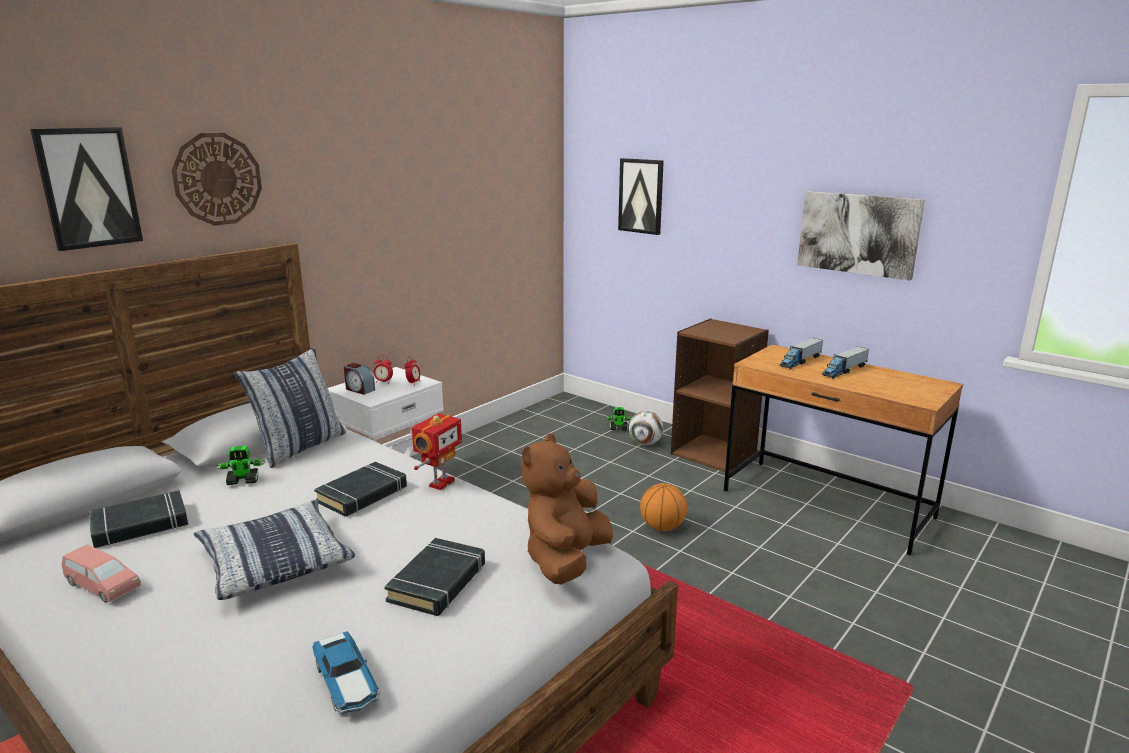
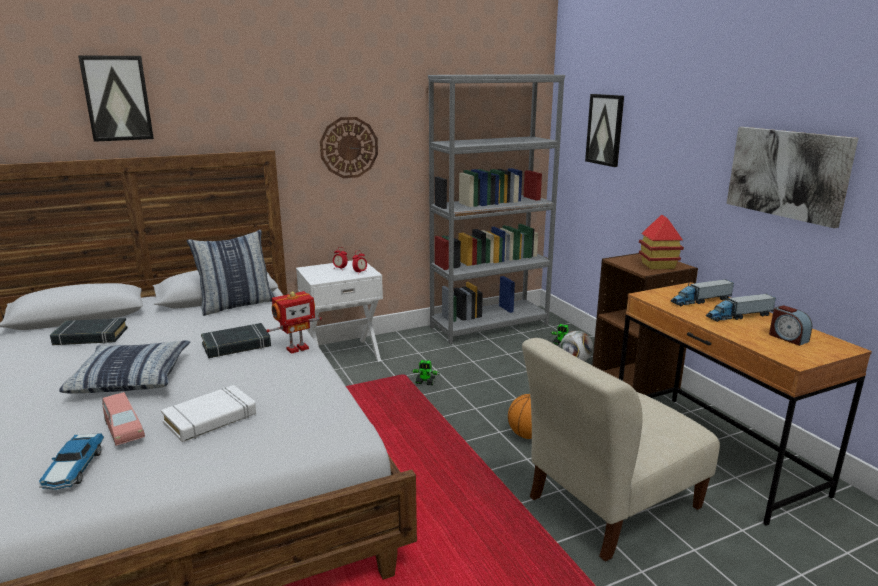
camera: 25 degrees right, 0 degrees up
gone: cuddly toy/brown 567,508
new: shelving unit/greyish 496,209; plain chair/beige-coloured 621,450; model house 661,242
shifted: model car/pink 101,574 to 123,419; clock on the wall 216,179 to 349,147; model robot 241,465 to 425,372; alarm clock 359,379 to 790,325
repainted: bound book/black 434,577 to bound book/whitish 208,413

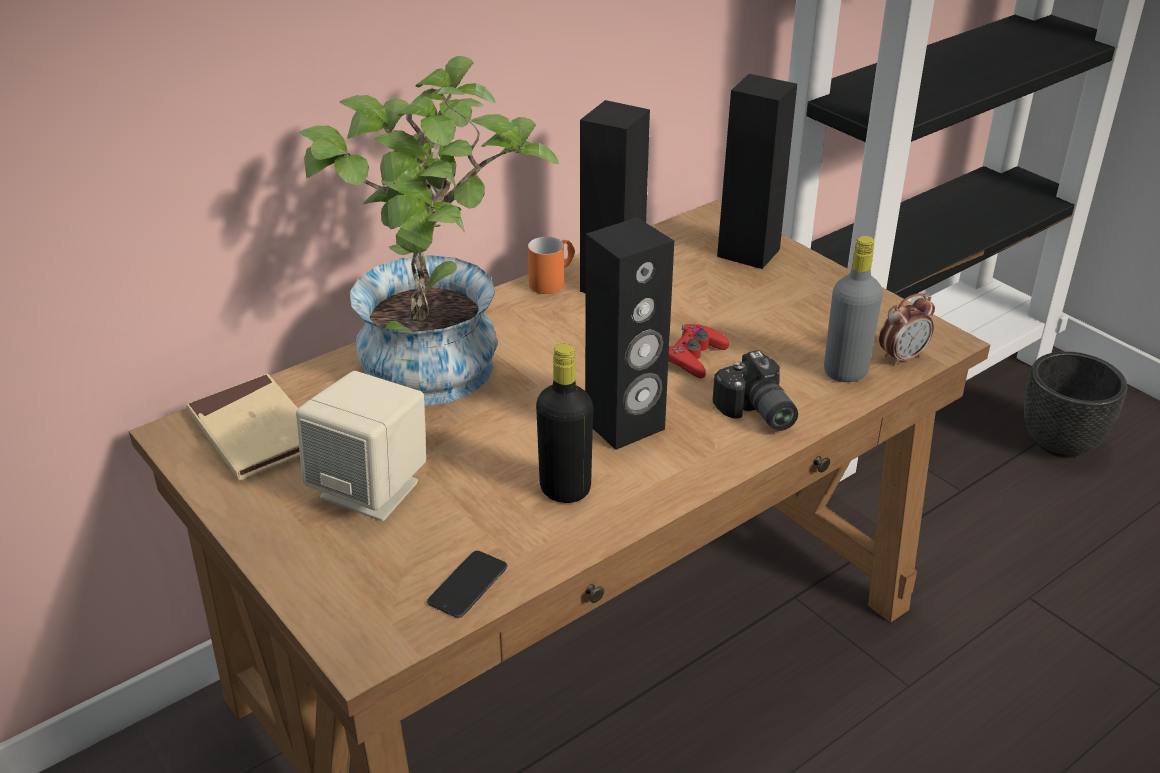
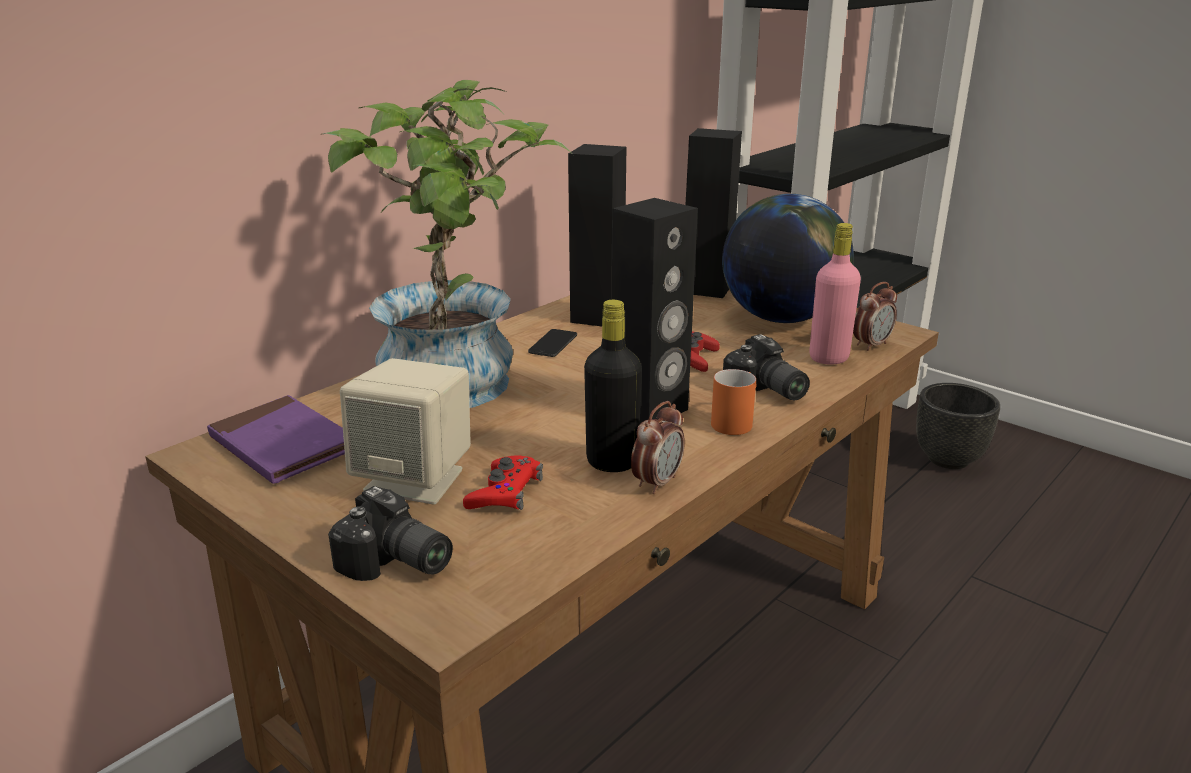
camera: 10 degrees left, 10 degrees down
new: still camera 390,533; game controller/red 503,482; alarm clock 658,447; world globe 788,258
shifted: handset 467,584 to 552,343; coffee mug/orange-coloured 551,265 to 734,402
repainted: bound book/beige-coloured 243,426 to bound book/purple 276,439; beverage bottle/greyish 853,309 to beverage bottle/pink 835,294

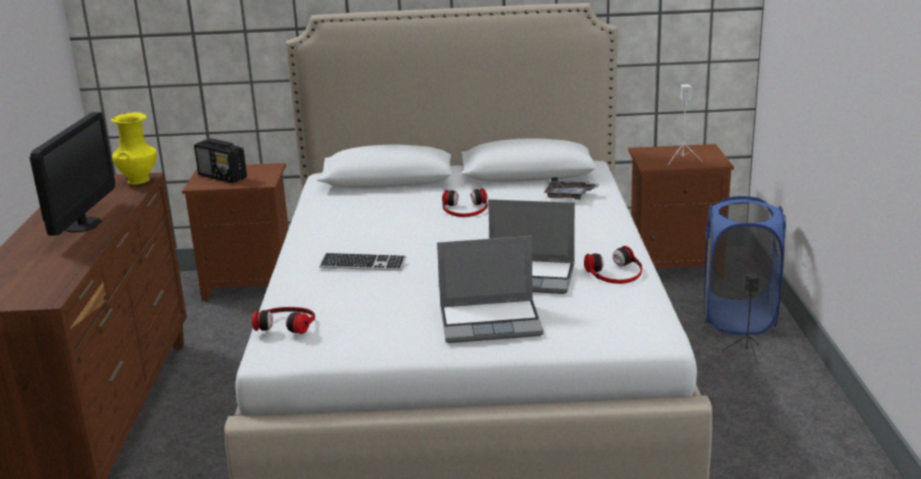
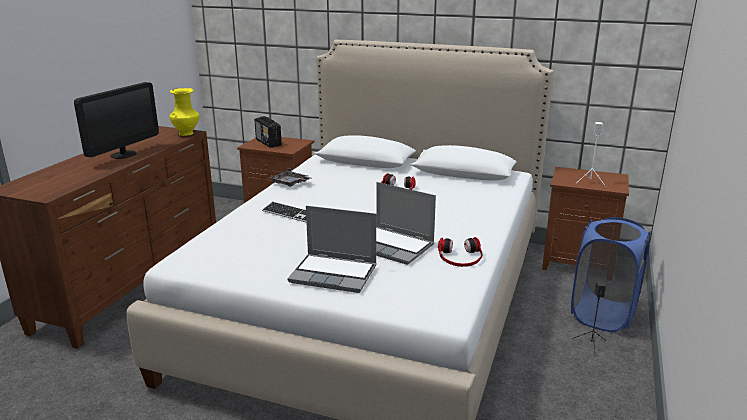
camera: 20 degrees right, 0 degrees up
gone: headset 283,320
shifted: carrying tray/greyish 571,188 to 290,177

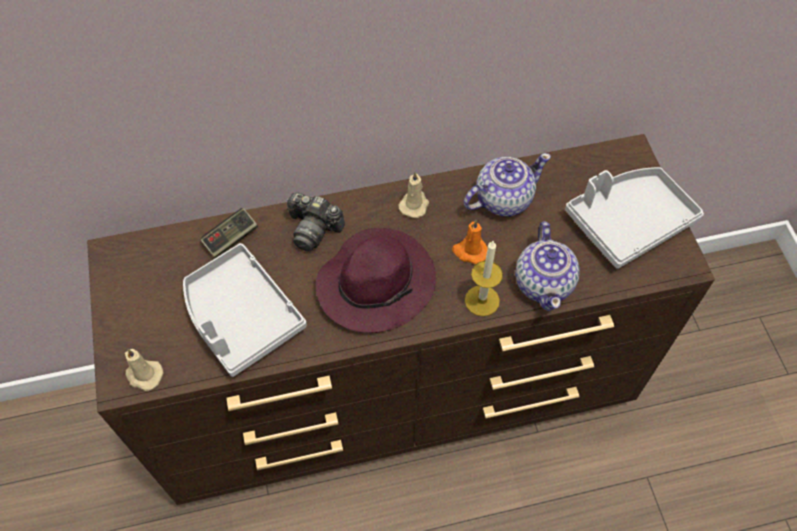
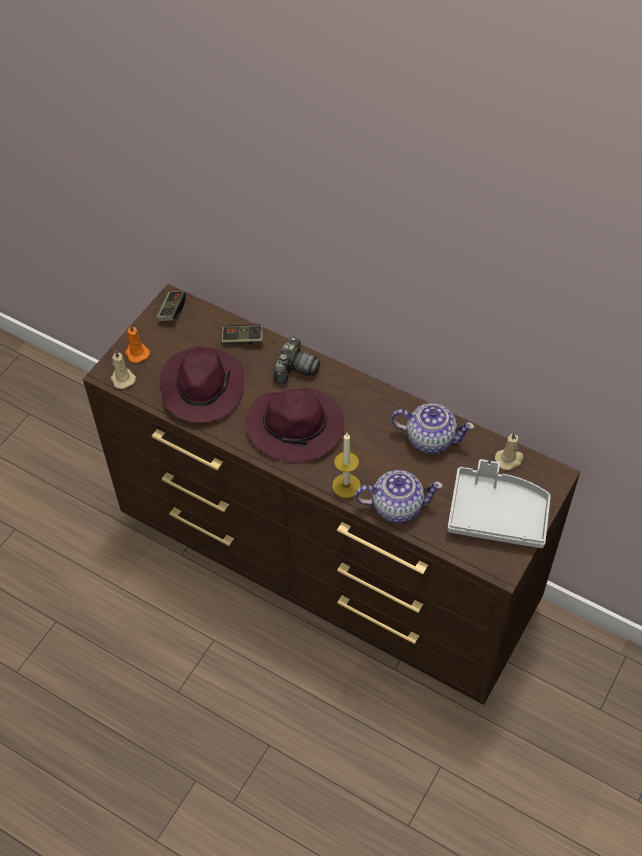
camera: 45 degrees right, 5 degrees down
new: game controller 171,306
shifted: candle/orange-coloured 470,242 to 137,343; candle/beige-coloured 413,195 to 509,451
swapped: carrying tray/greyish 245,310 to hat/purple 202,385
rotated: still camera 315,221 = 296,360 135 degrees counterclockwise; pot for tea 547,266 = 399,496 135 degrees counterclockwise

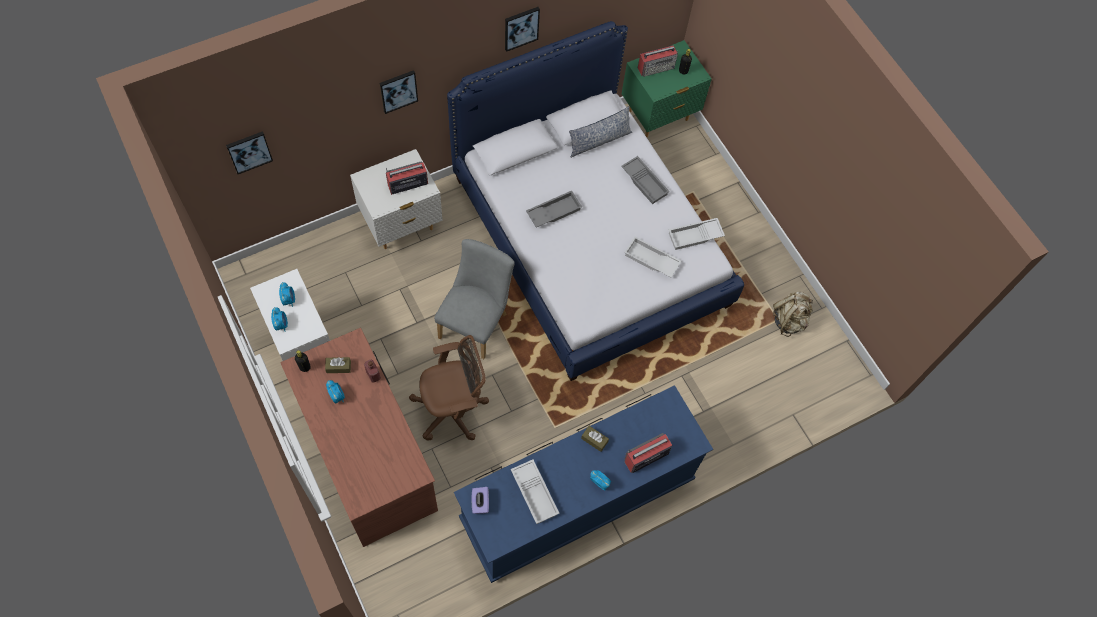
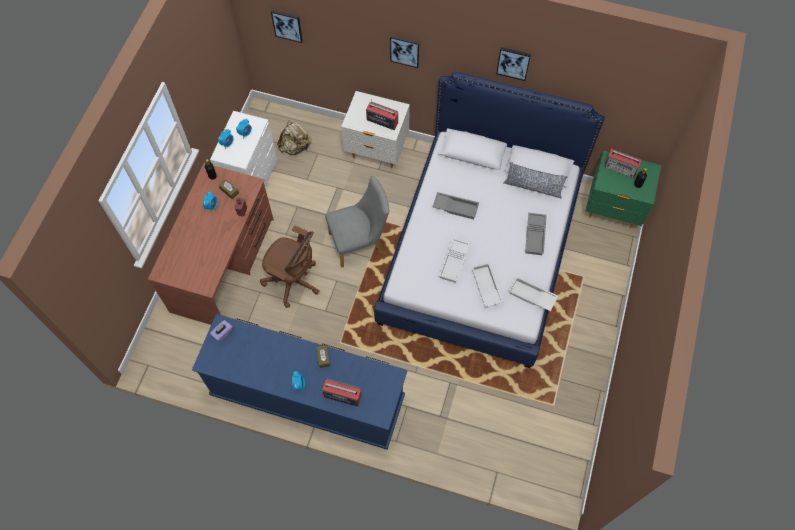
camera: 50 degrees right, 0 degrees up
shifted: knapsack/beige-coloured 793,314 to 294,138; carrying tray/whitish 535,492 to 454,260

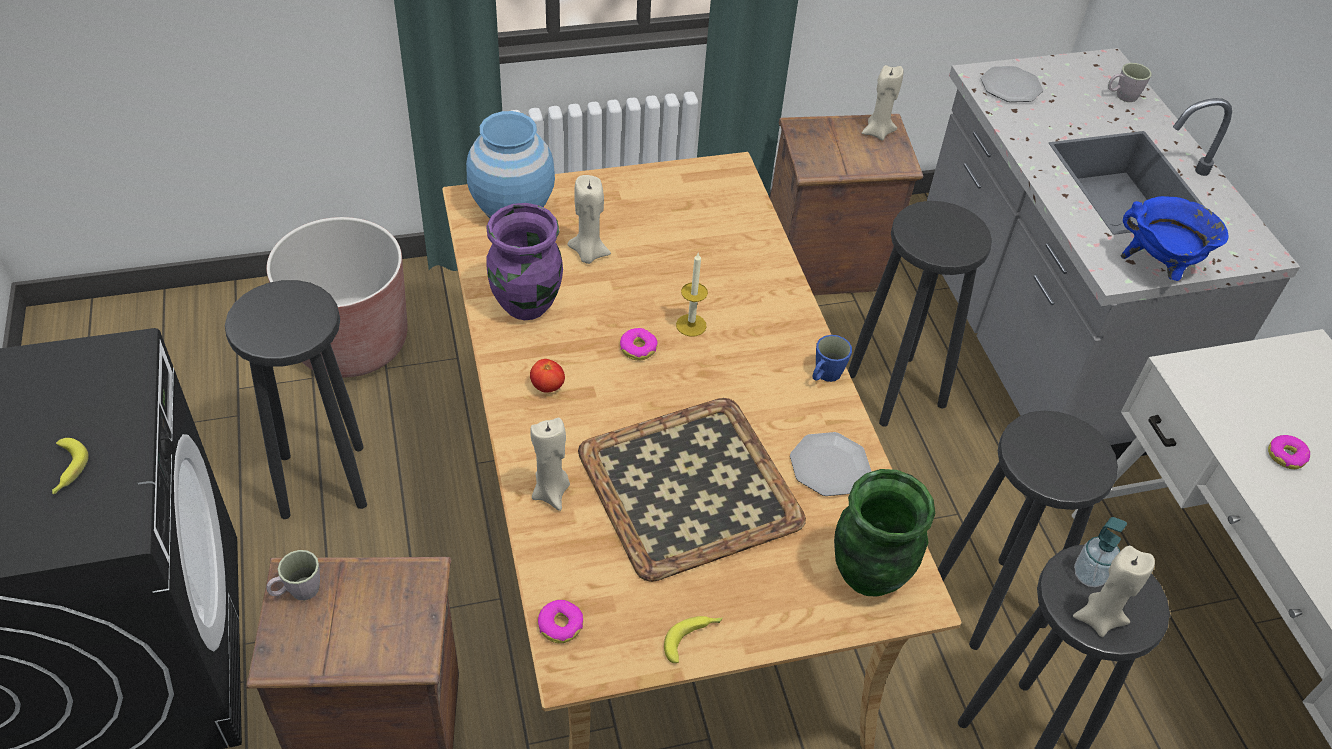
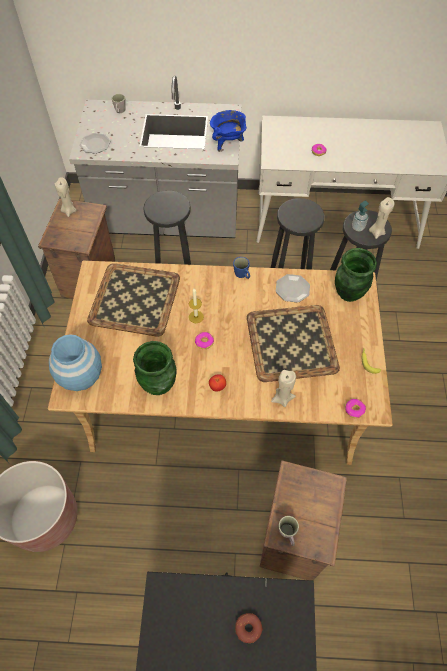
camera: 70 degrees left, 10 degrees up
gone: sitting stool/black 296,399; candle/beige-coloured 589,219
new: carrying tray 133,299
swapped: banana 70,466 to doughnut 249,628
repainted: vase/purple 524,261 to vase/green 155,368

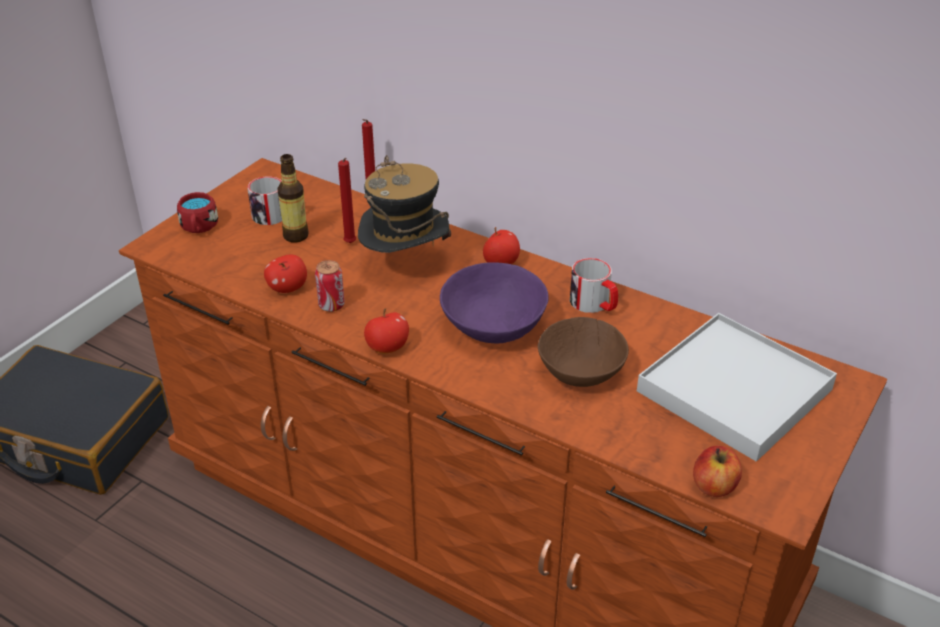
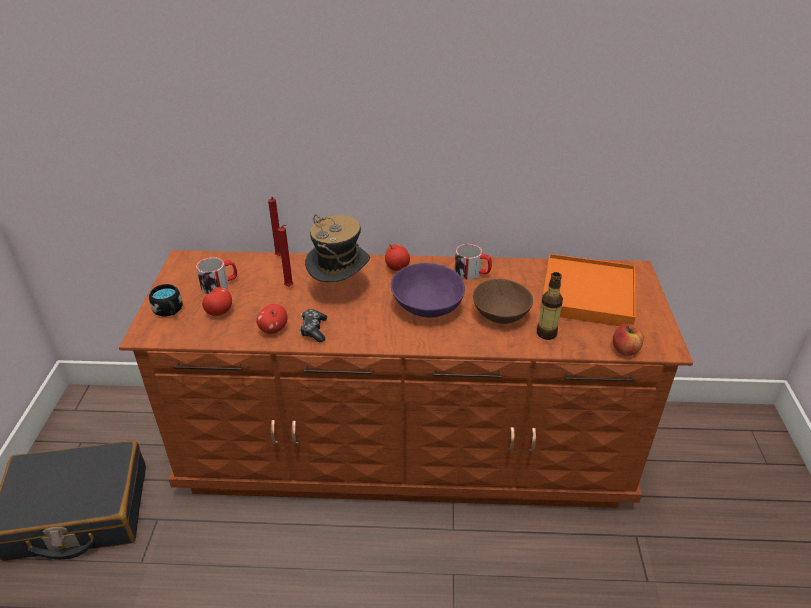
camera: 30 degrees left, 0 degrees up
shifted: whole apple 386,330 to 217,301; beverage bottle 293,198 to 550,306
swapped: sealed can 330,286 to game controller 313,325
repainted: coffee mug/red 197,212 to coffee mug/black 165,300; carrying tray/whitish 737,387 to carrying tray/orange-coloured 589,290

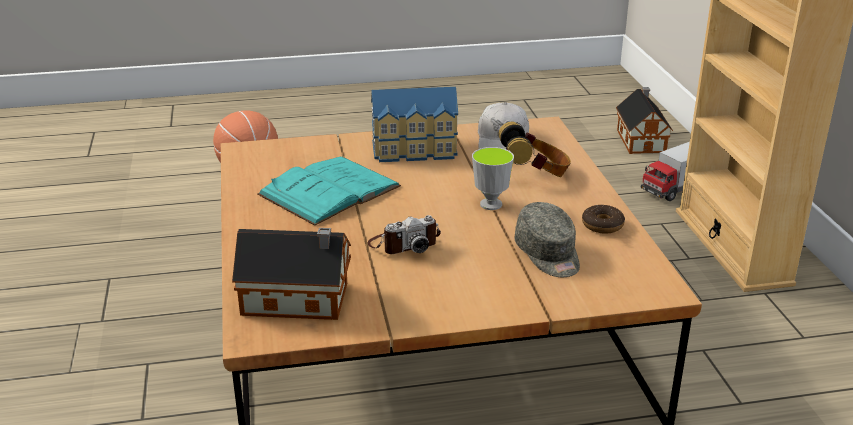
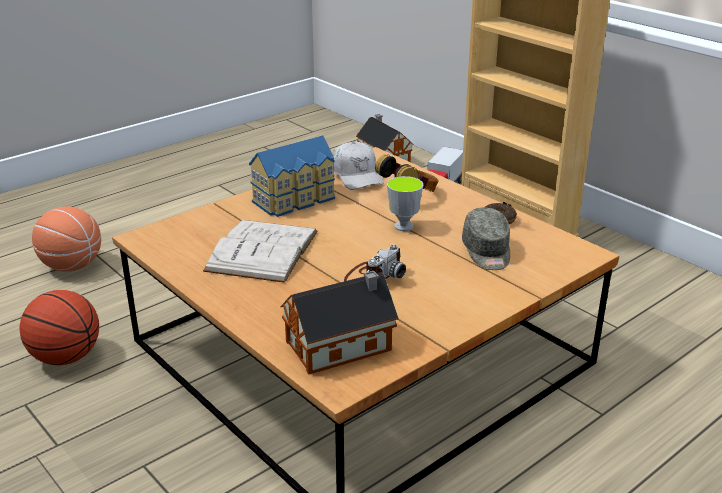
camera: 30 degrees left, 0 degrees up
new: basketball 59,327
repainted: bound book/turquoise-coloured 329,191 to bound book/whitish 260,251
rotated: cap/greyish 547,239 = 486,238 45 degrees clockwise

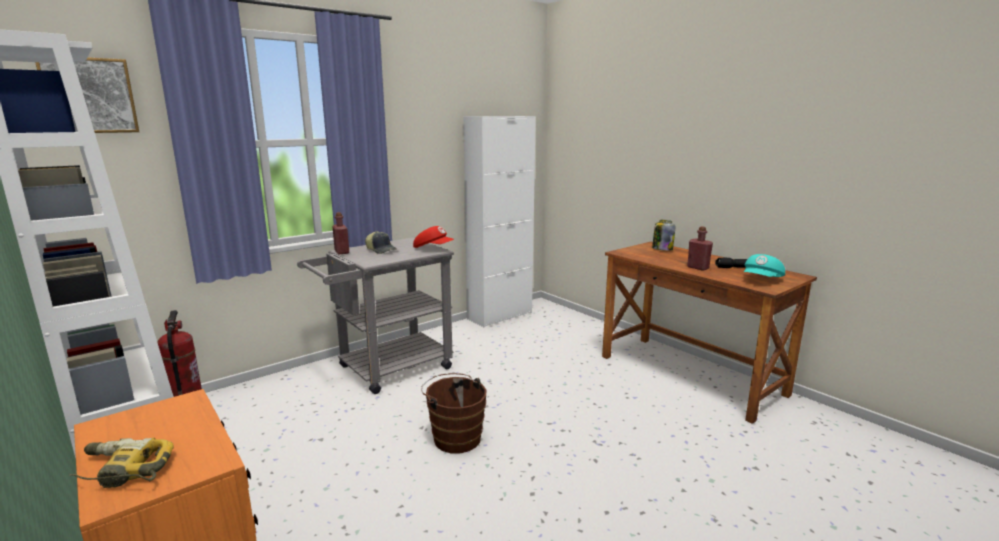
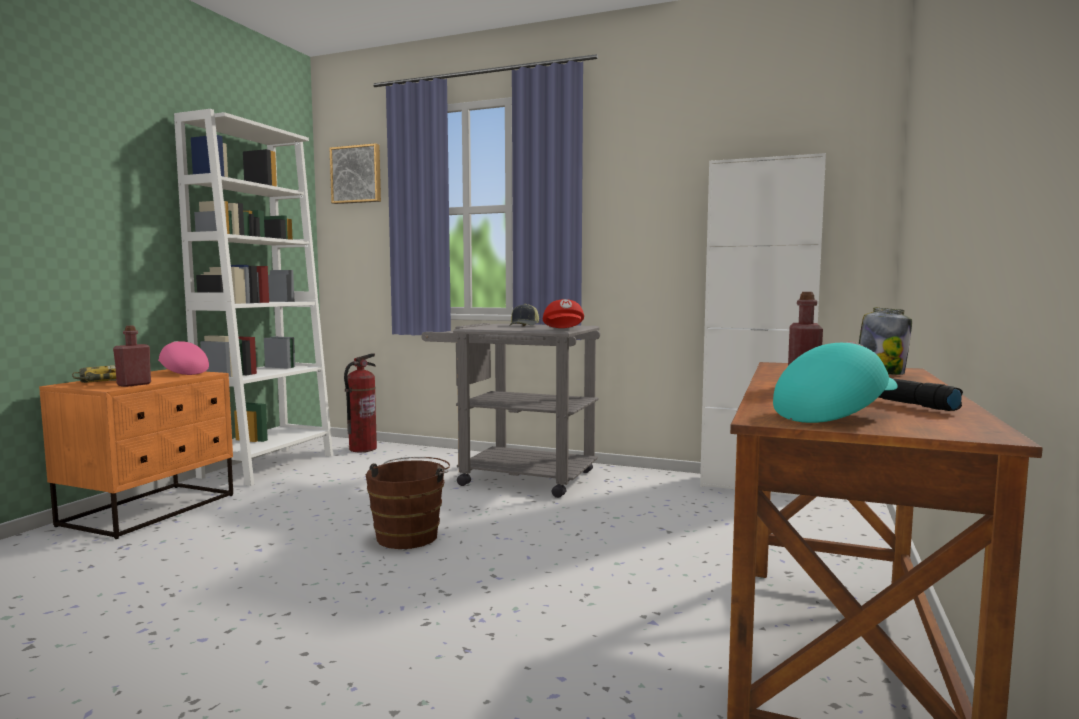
camera: 60 degrees right, 10 degrees down
new: cap/pink 183,358
shifted: beverage bottle/red 340,233 to 132,356
rotated: cap/turquoise-coloured 764,265 = 835,382 135 degrees clockwise

